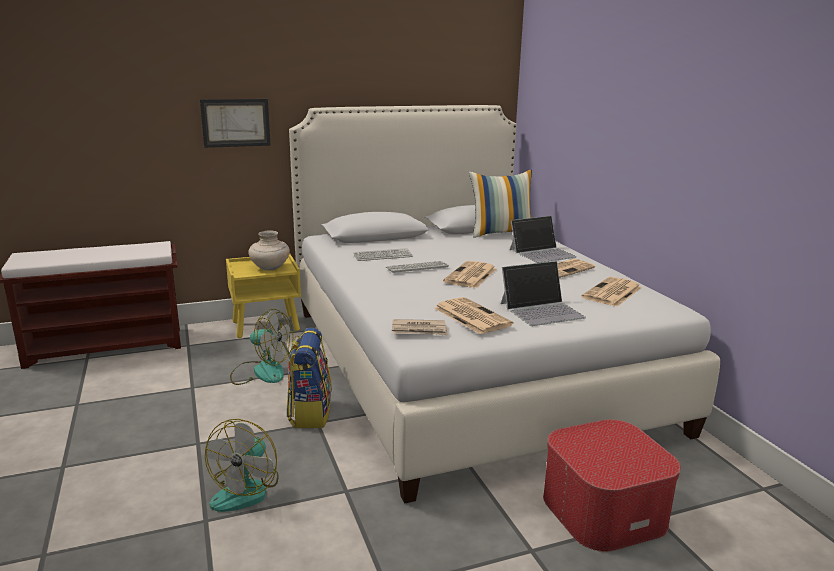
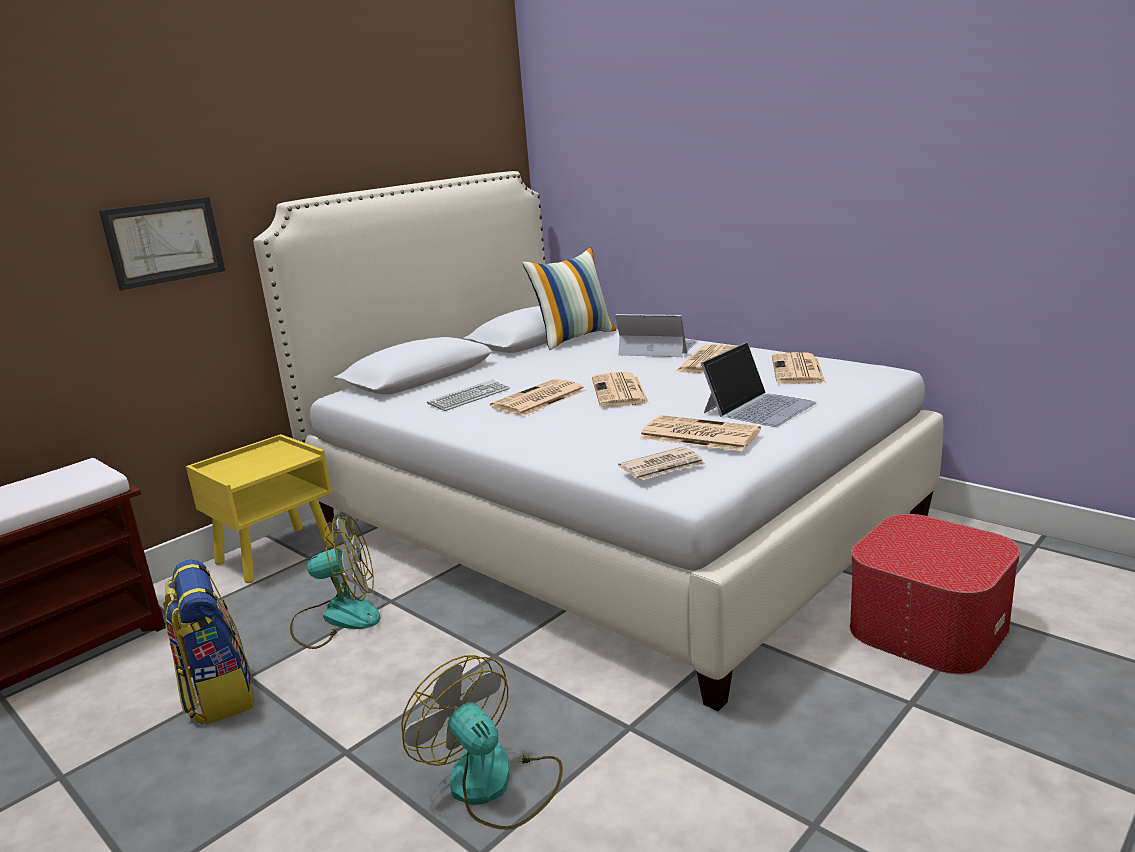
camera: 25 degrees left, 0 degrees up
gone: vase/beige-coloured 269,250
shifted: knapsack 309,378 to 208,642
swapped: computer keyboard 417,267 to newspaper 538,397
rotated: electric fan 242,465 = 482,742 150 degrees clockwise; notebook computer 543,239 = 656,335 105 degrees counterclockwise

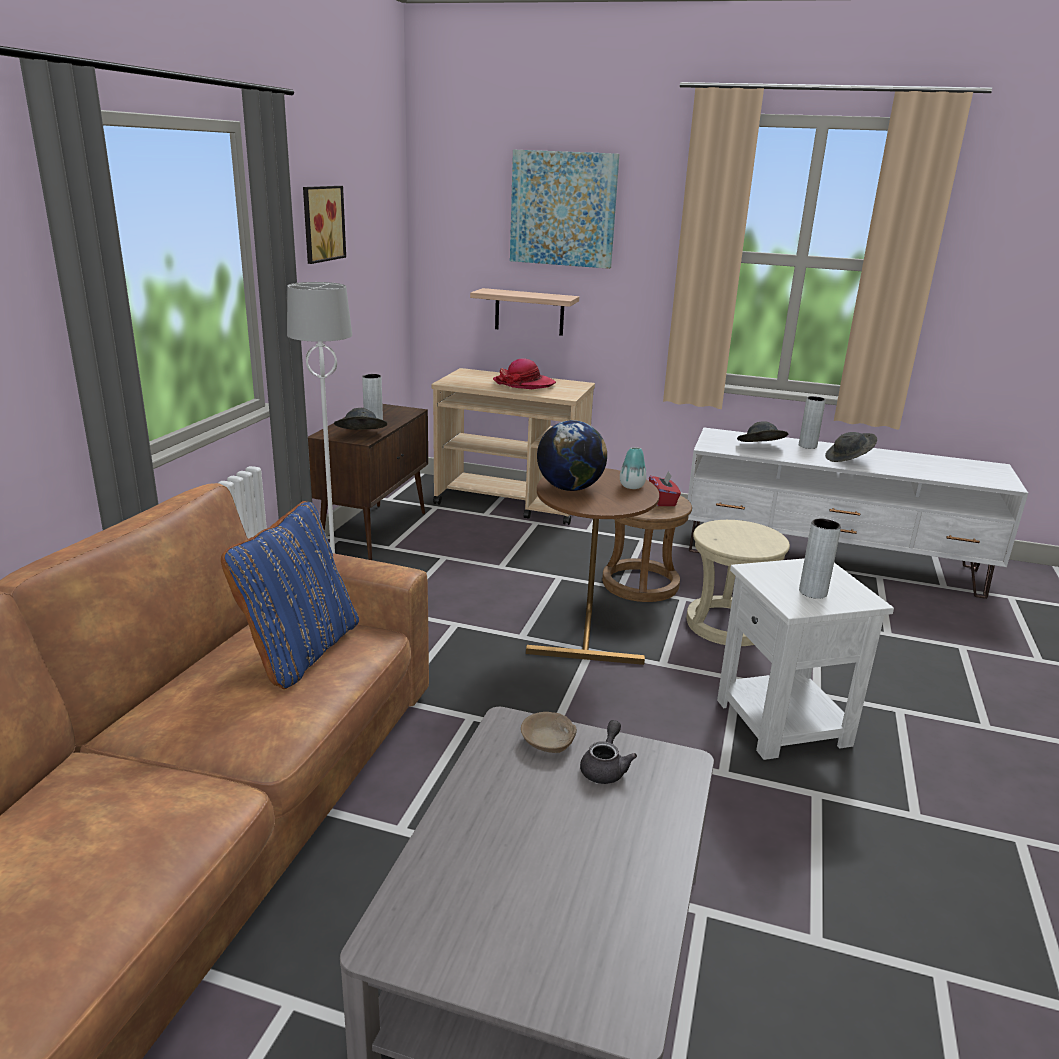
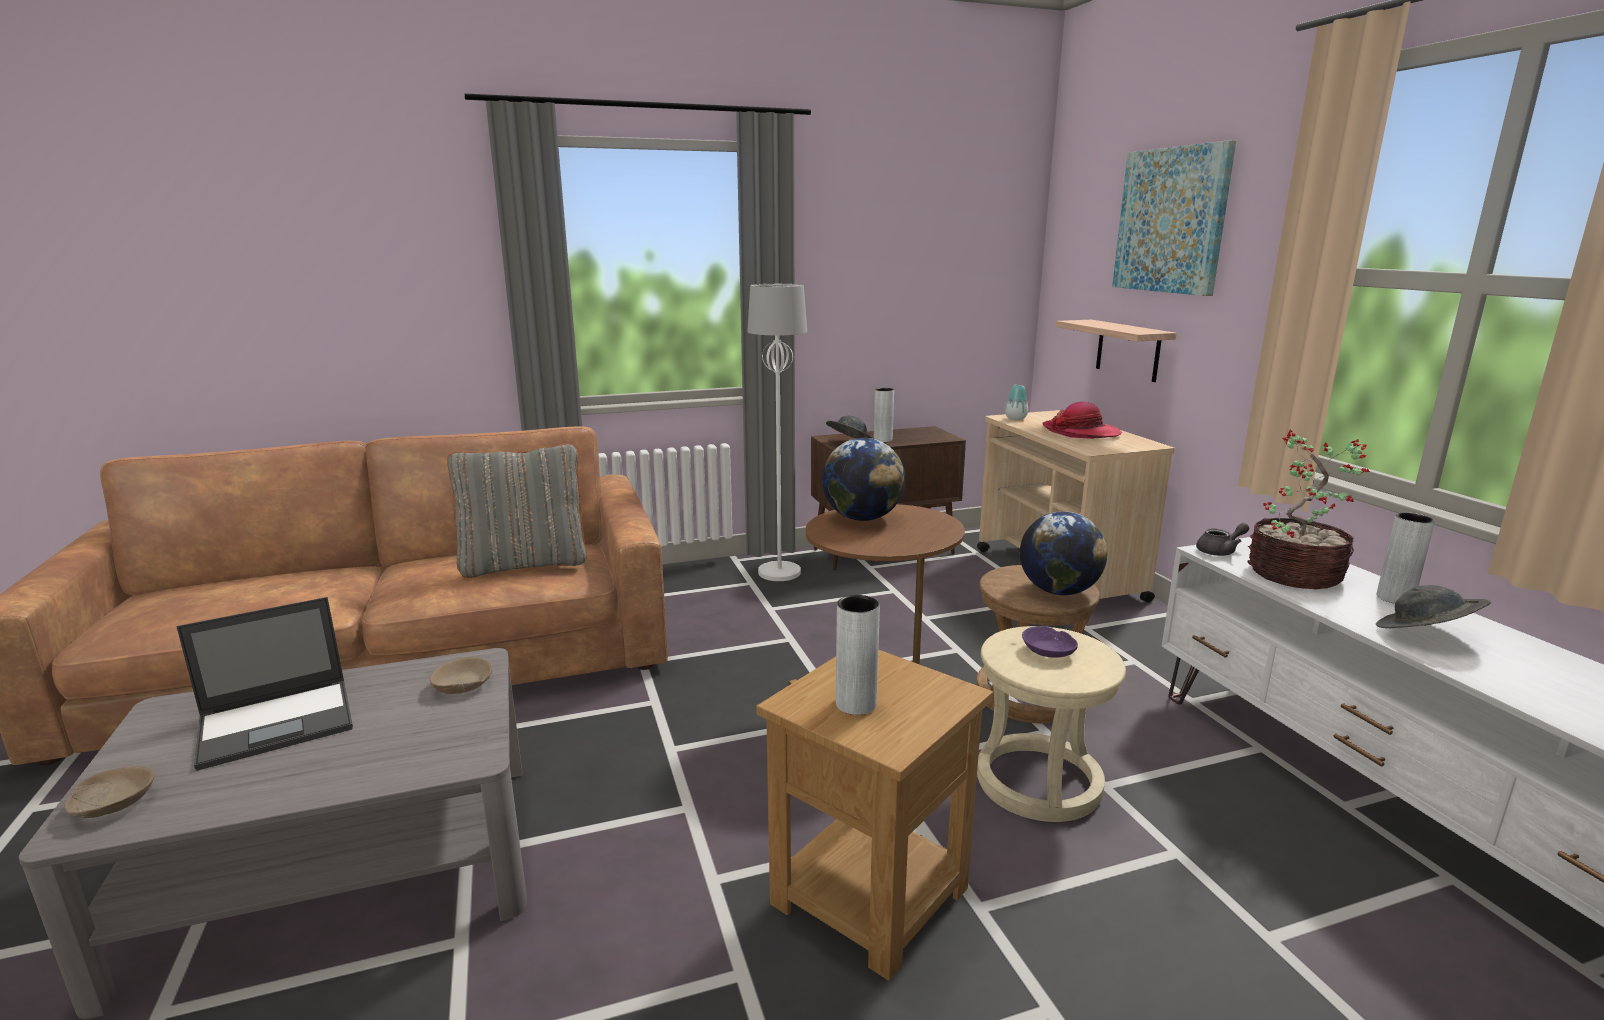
camera: 55 degrees right, 5 degrees down
gone: picture 324,225
new: serving bowl/beige-coloured 109,792; notebook computer 264,684; serving bowl/purple 1050,642
shifted: vase 633,468 to 1016,402; pot for tea/greyish 608,752 to 1222,539
swapped: tissue holder/red 665,488 to world globe 1063,553; hat/greyish 762,431 to plant in a pot 1308,509
repainted: throw pillow/blue-coloured 290,595 to throw pillow/greyish 517,510; end table/whitish 805,659 to end table/brown 874,815

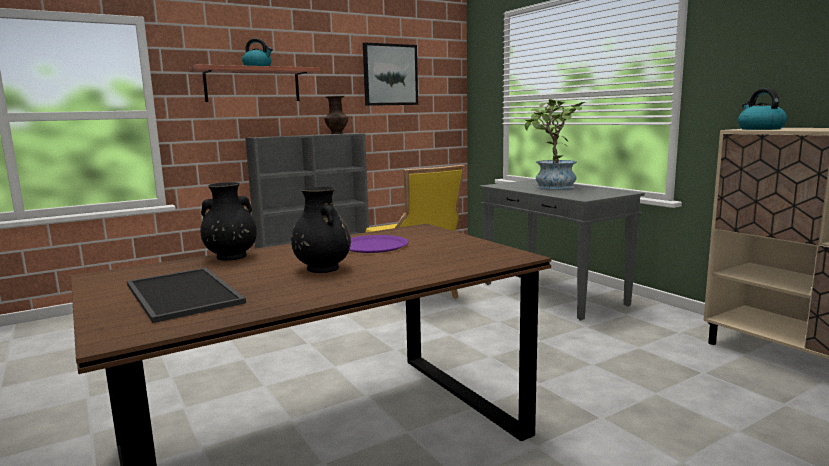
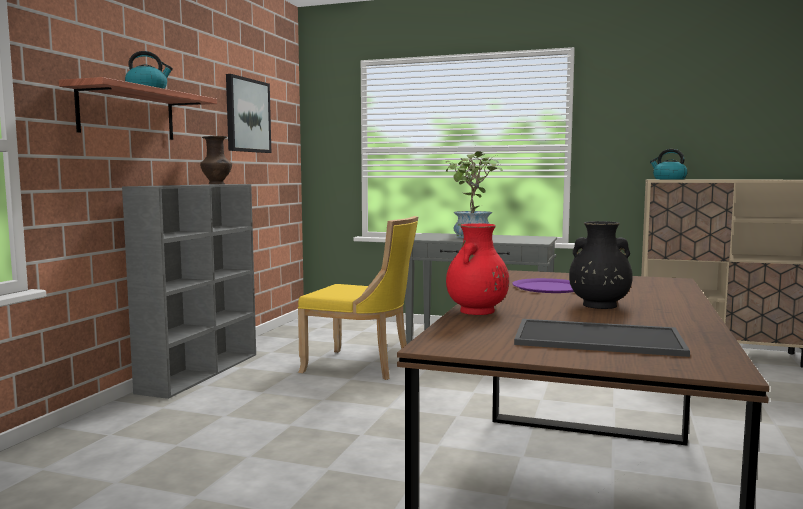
camera: 40 degrees left, 5 degrees down
repainted: vase/black 228,221 to vase/red 477,269

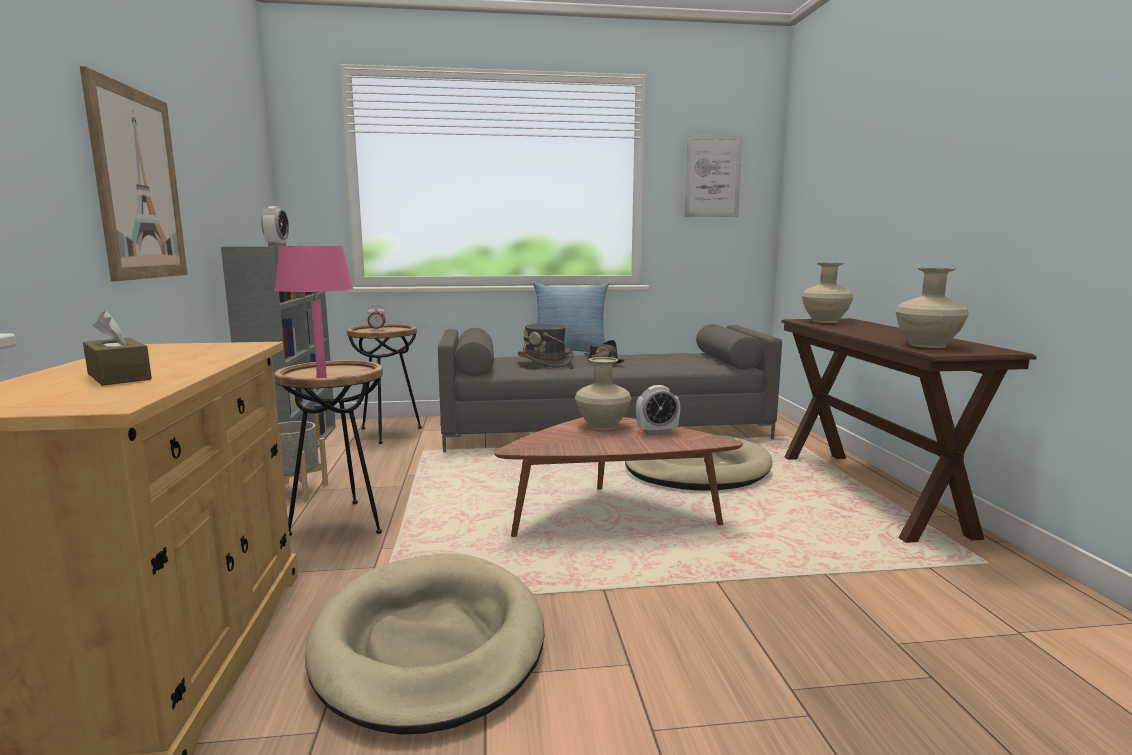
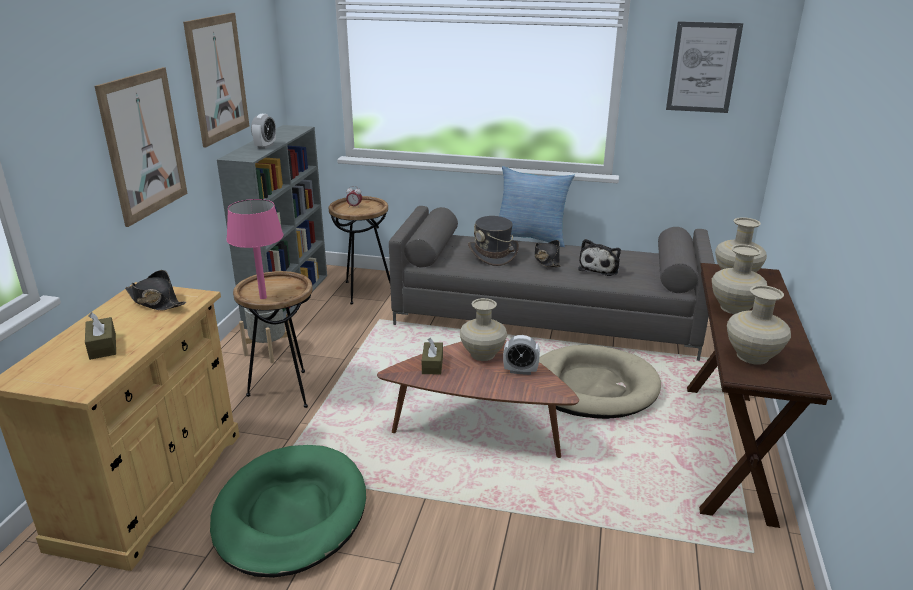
camera: 20 degrees right, 15 degrees up
new: hat/black 155,290; picture 216,80; tissue holder/brown 432,356; cuddly toy 599,257; vase/beige-coloured 739,279
repainted: dog cushion/beige-coloured 425,644 to dog cushion/green 288,511

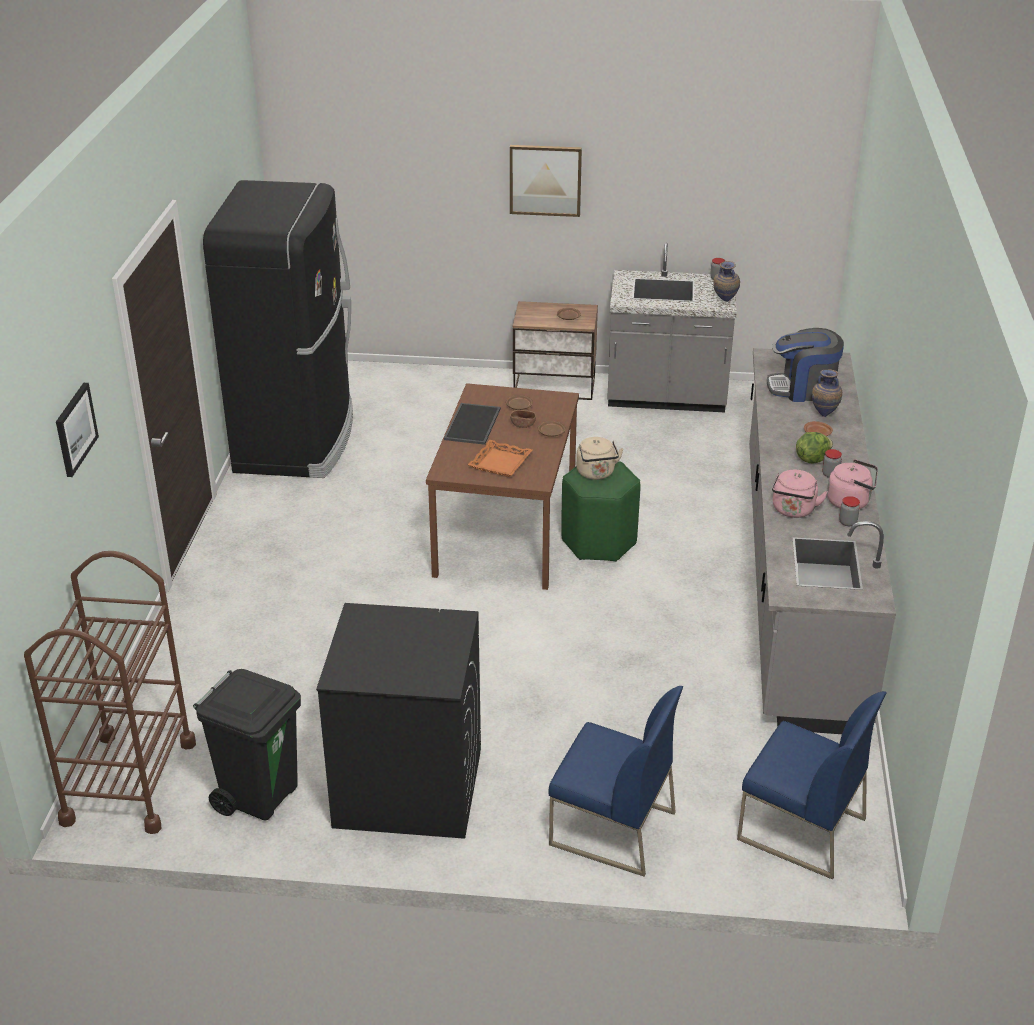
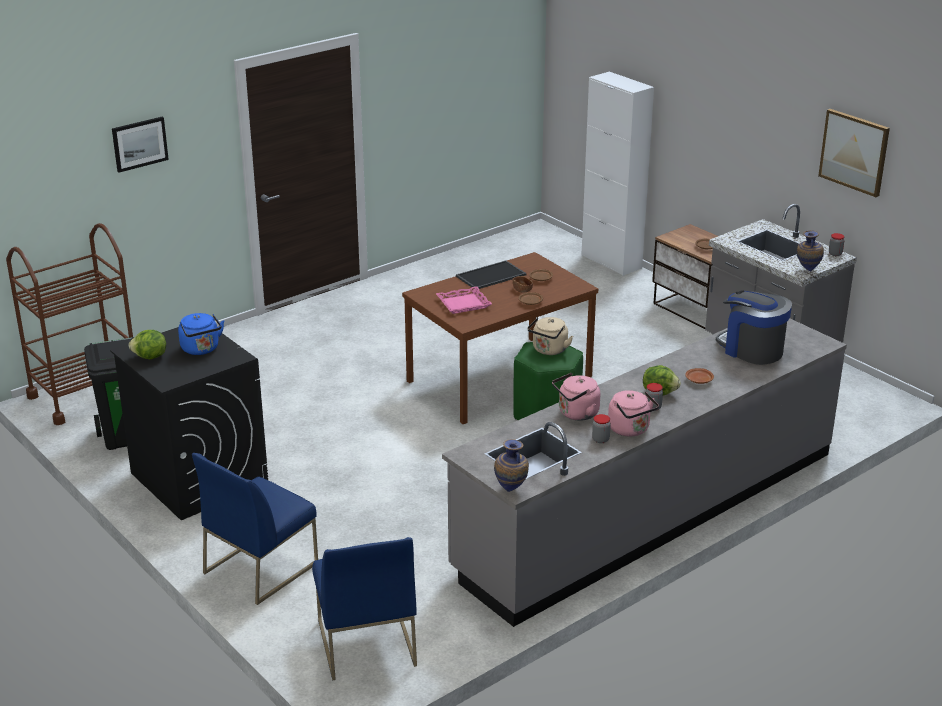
camera: 45 degrees right, 5 degrees down
gone: refrigerator/black 278,329
new: lettuce head 147,345; water kettle/blue-coloured 201,334; cabinet/whitish 617,174
shifted: vase 827,393 to 511,465; picture 546,181 to 854,153
repainted: carrying tray/orange-coloured 500,458 to carrying tray/pink 464,300
rotated: plain chair/blue-coloured 616,781 = 255,529 60 degrees clockwise

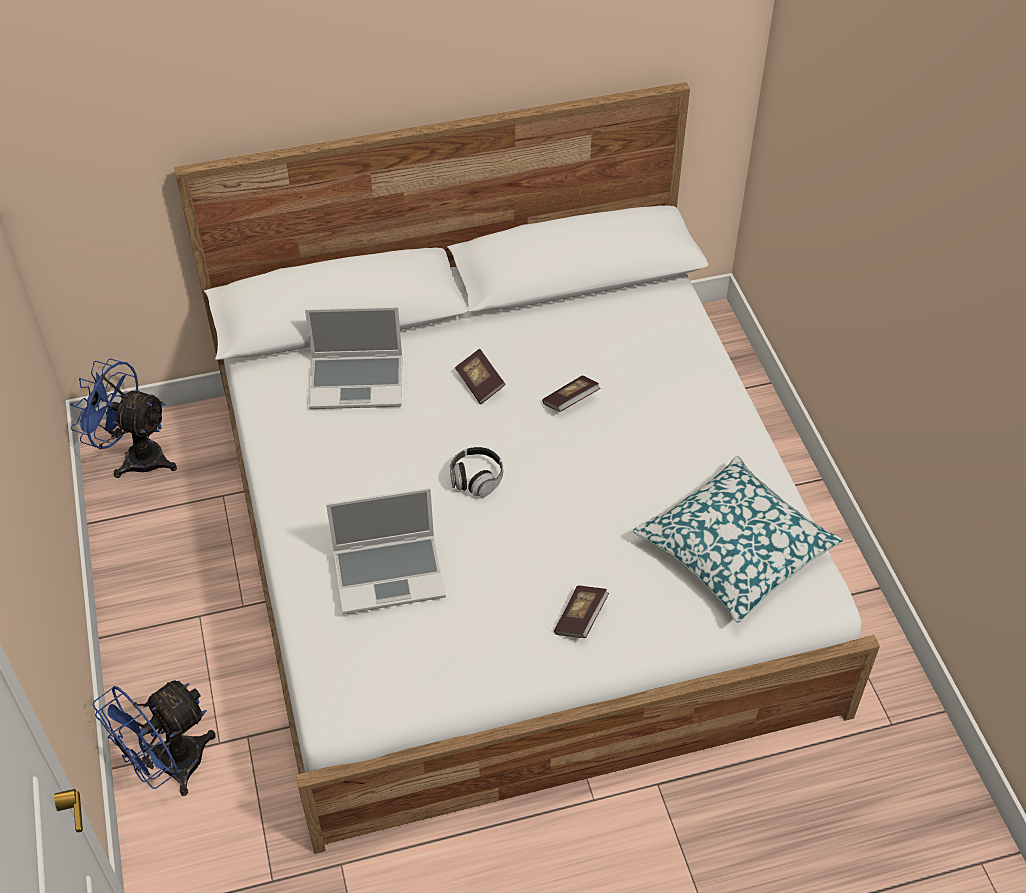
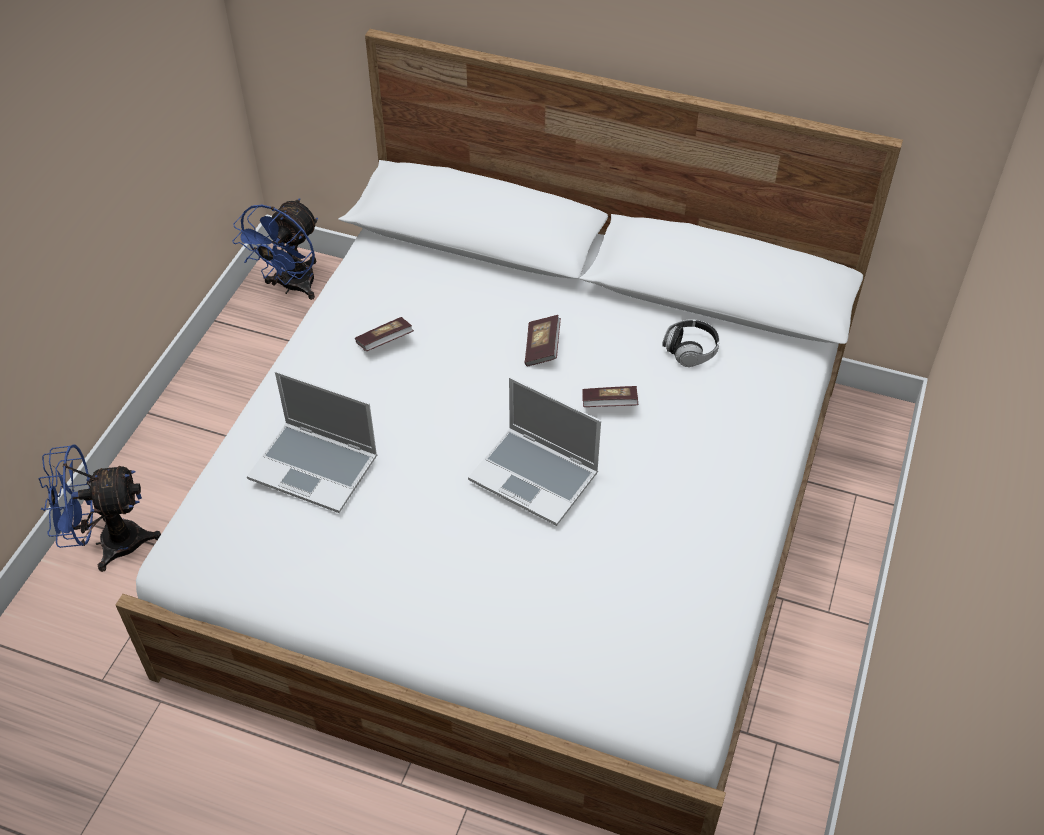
camera: 35 degrees right, 0 degrees up
gone: throw pillow 738,539
shifted: bound book 581,612 to 384,334; notebook computer 353,358 to 534,451; headset 476,472 to 691,343
rotated: electric fan/blue-coloured 123,418 = 275,249 120 degrees counterclockwise

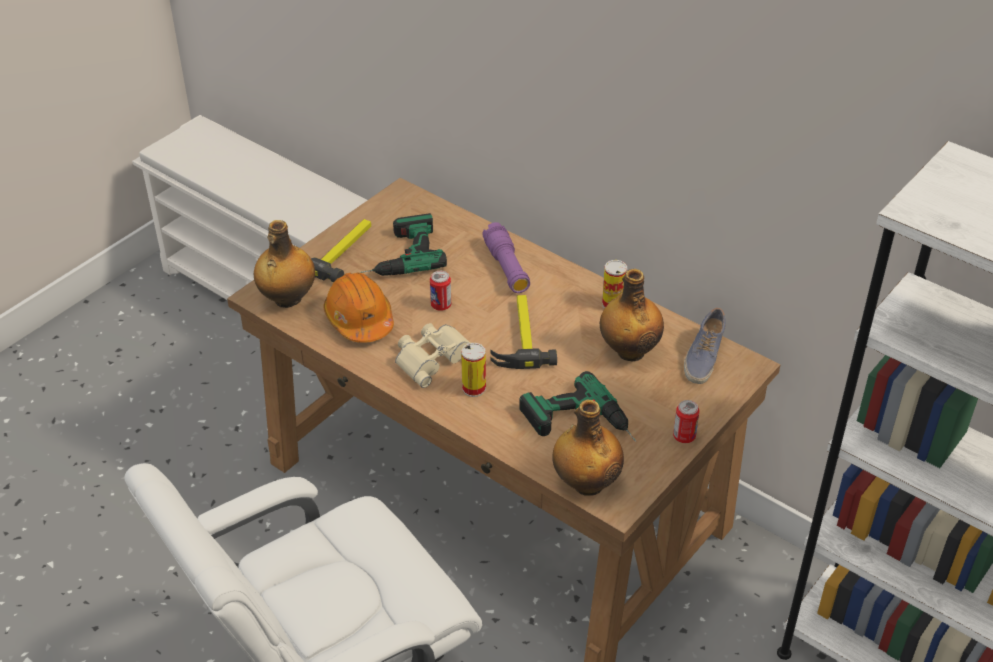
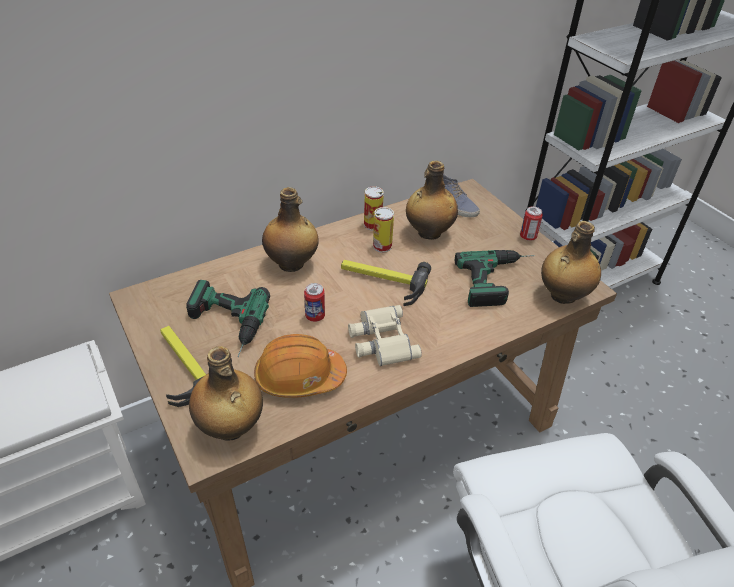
camera: 70 degrees left, 0 degrees up
shifted: sealed can 473,370 to 383,230
swapped: hand torch/purple 506,257 to beverage bottle 290,229

